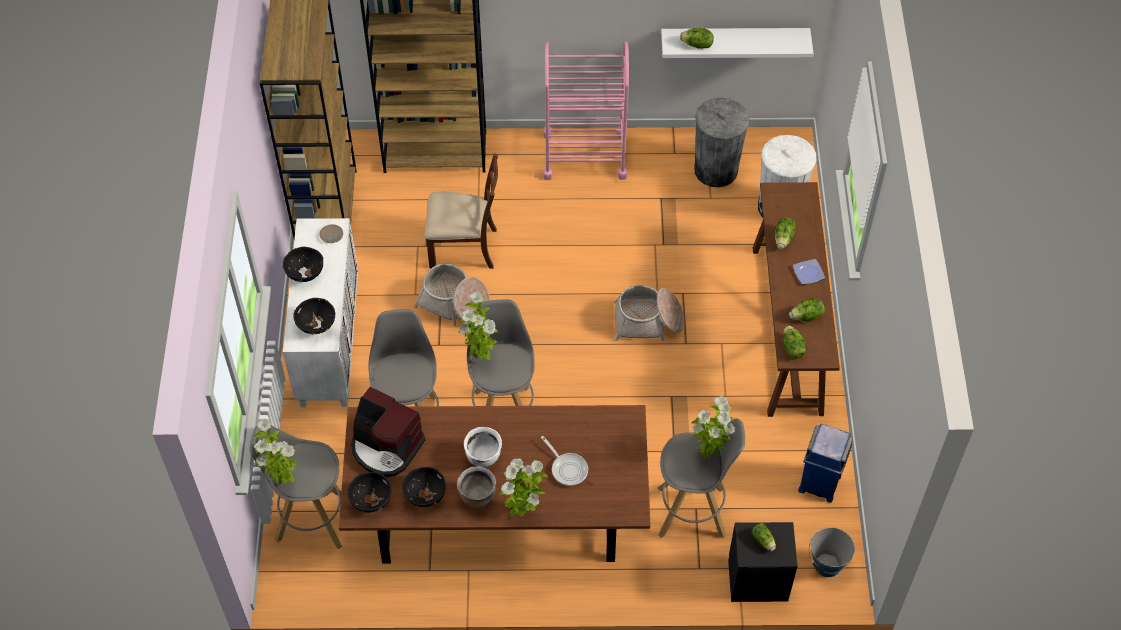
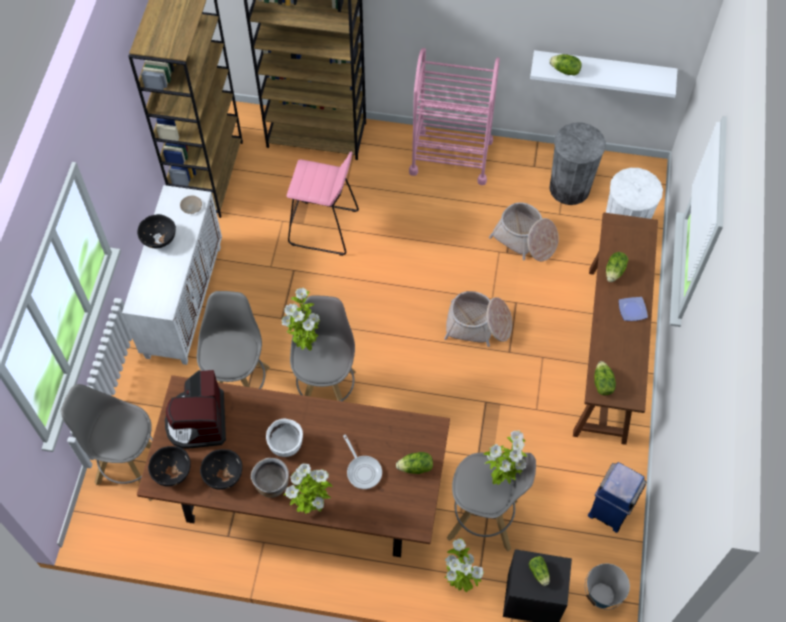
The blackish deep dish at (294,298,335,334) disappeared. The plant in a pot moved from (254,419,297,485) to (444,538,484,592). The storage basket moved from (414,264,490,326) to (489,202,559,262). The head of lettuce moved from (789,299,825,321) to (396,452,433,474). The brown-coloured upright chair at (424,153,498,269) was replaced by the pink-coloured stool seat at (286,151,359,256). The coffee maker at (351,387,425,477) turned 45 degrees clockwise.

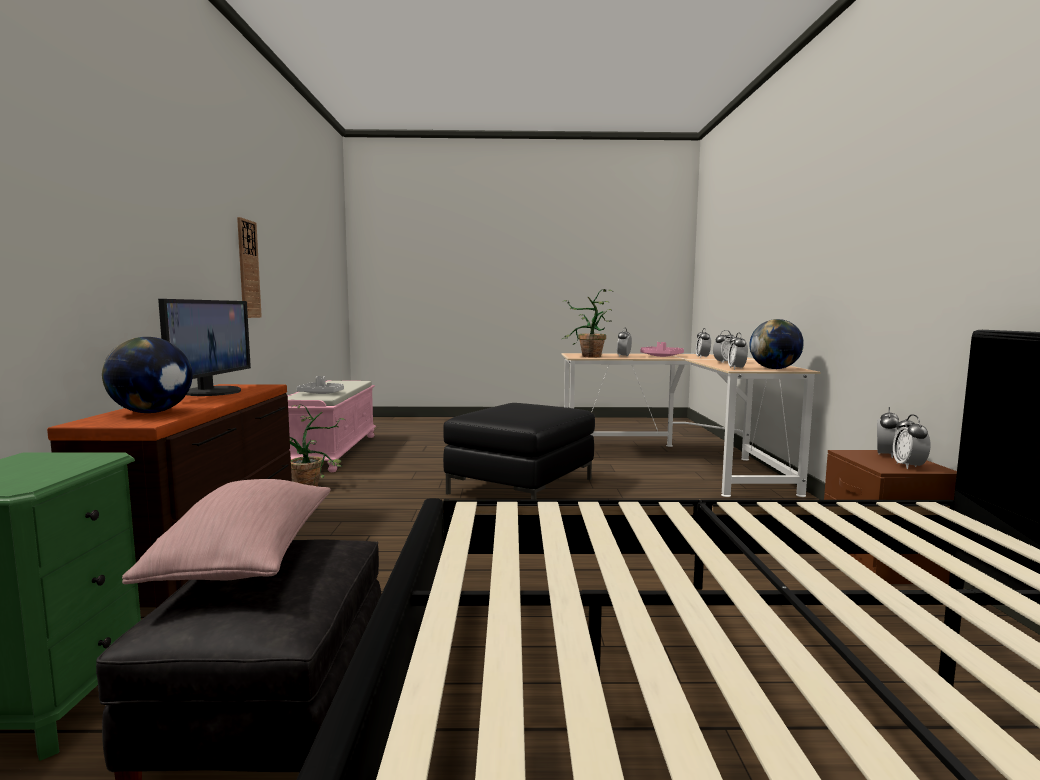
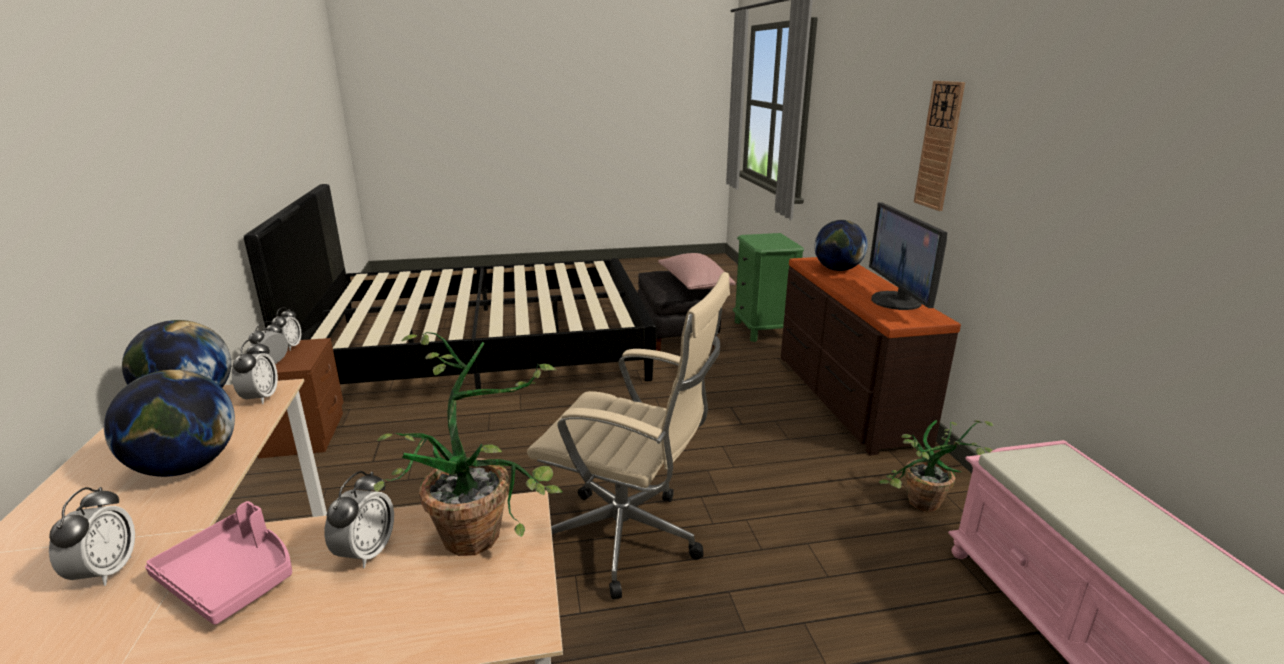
The gray carrying tray at (297,376,344,394) disappeared. The hanging clock moved from (237,217,262,318) to (914,81,965,211). The blackish pouffe at (443,403,595,499) was replaced by the sand-coloured computer chair at (527,272,730,600). The alarm clock at (713,330,735,363) was replaced by the desk globe at (104,370,235,477).

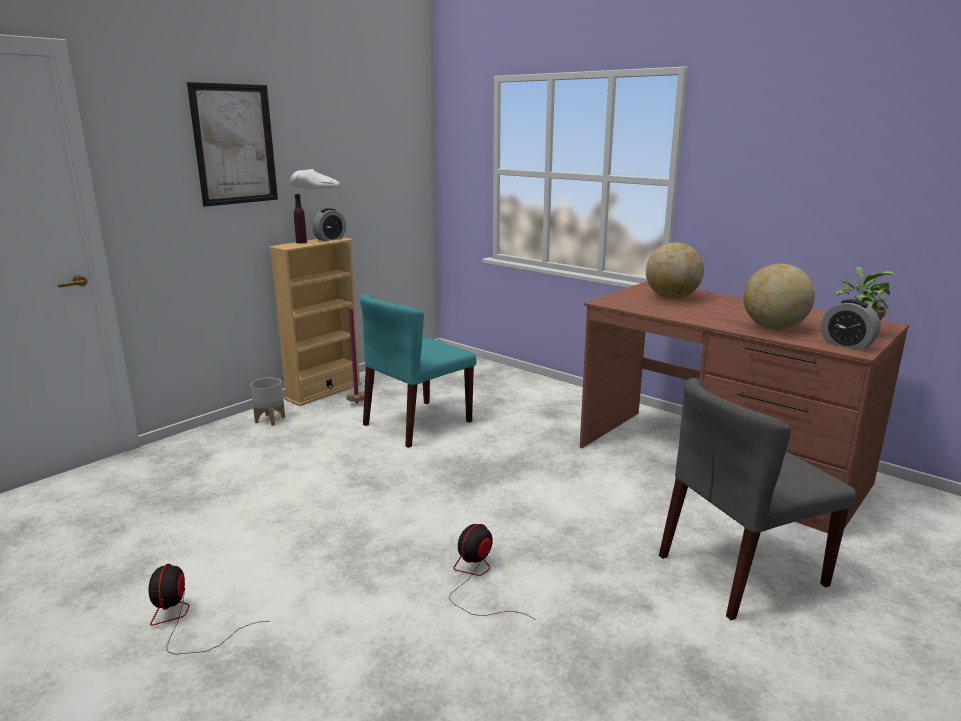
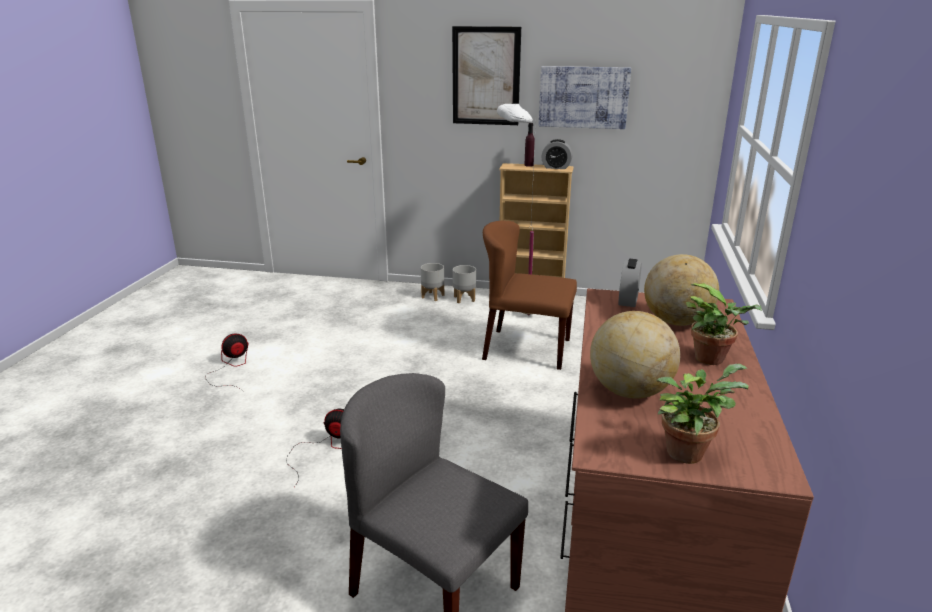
The gray plant pot at (421,263,444,301) appeared. The wall picture at (539,66,631,129) appeared. The plant in a pot at (686,283,762,365) appeared. The alarm clock moved from (821,299,881,351) to (618,259,642,307). The turquoise upright chair at (360,294,477,448) became the brown-coloured upright chair at (482,220,577,370).

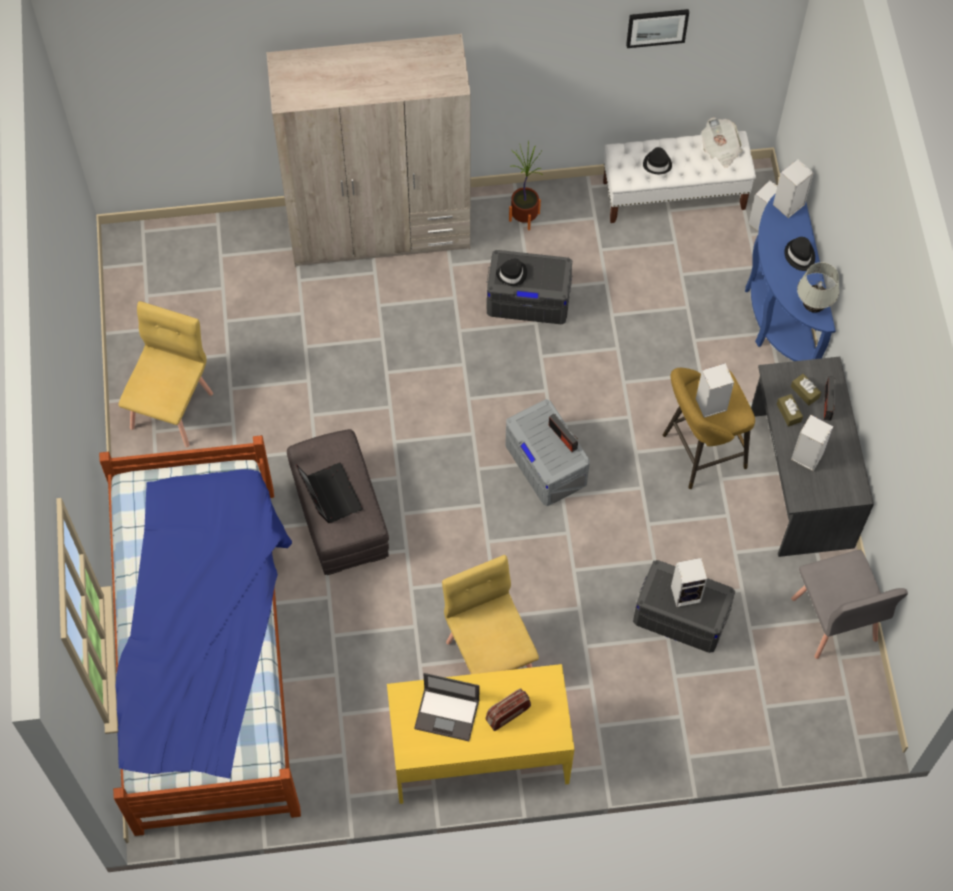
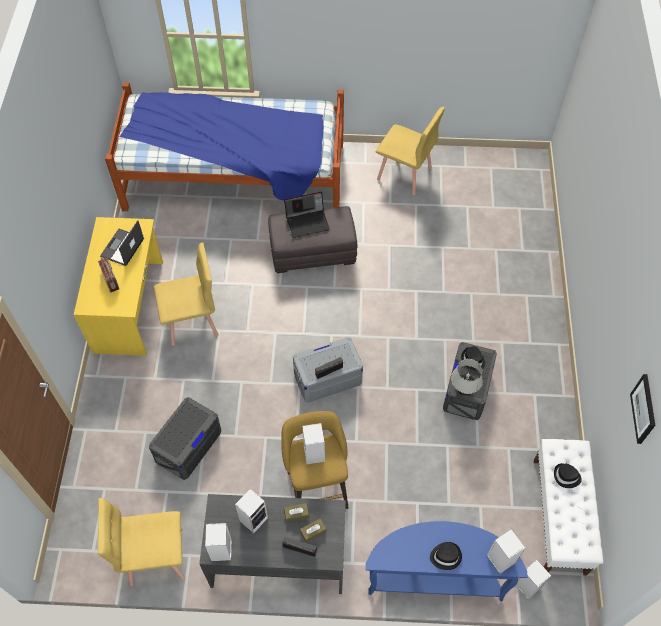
The sand-coloured clothes cupboard at (266,34,471,267) disappeared. The plant in a pot at (509,140,543,230) disappeared. The newspaper at (701,117,743,168) disappeared. The speaker moved from (671,558,707,607) to (205,523,232,561). The white table lamp moved from (797,262,839,313) to (451,359,483,395). The gray upright chair at (791,550,908,659) became the yellow-coloured upright chair at (98,498,185,586).

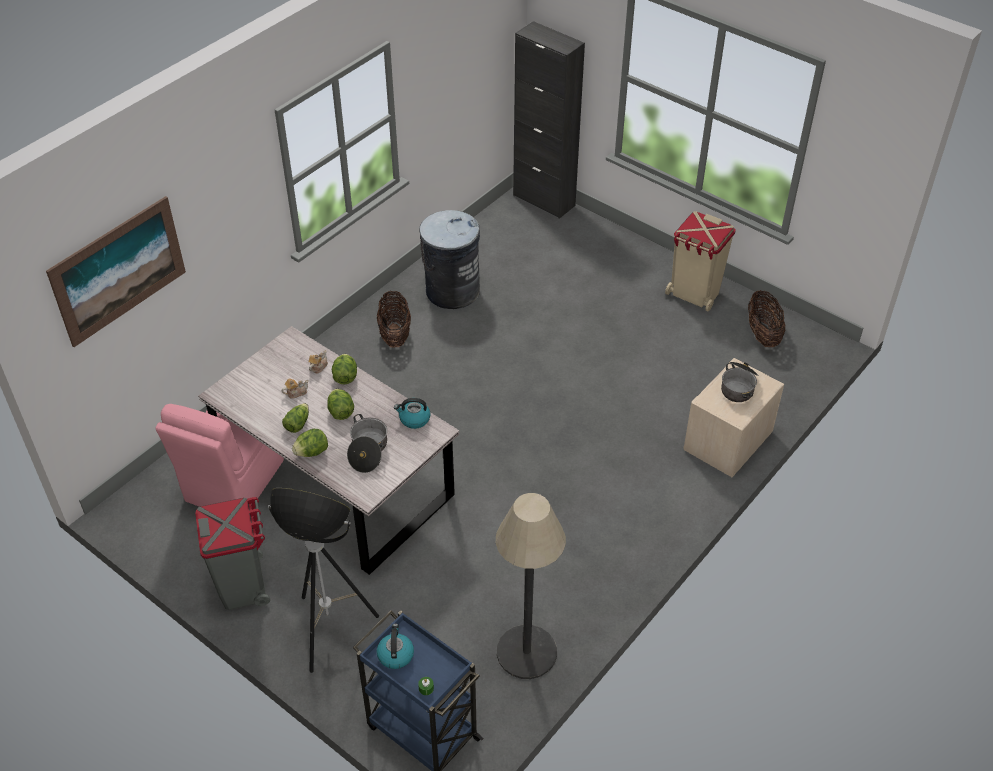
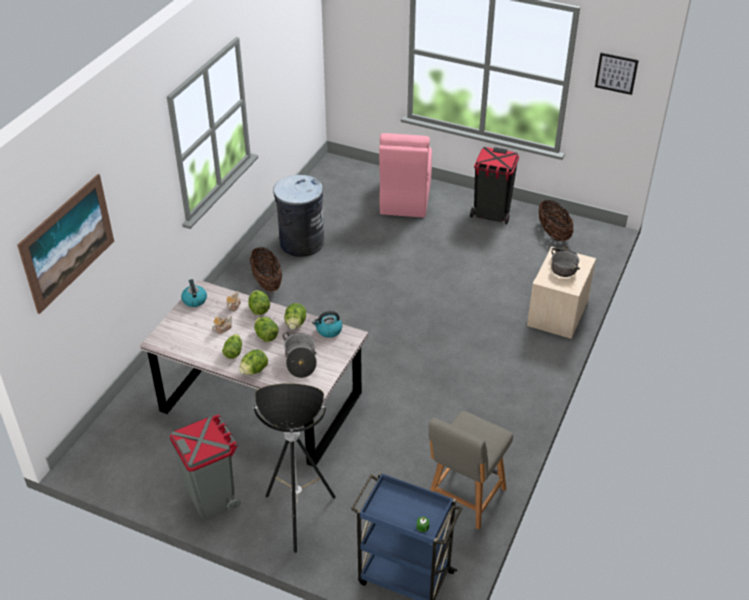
The blackish cupboard at (513,21,585,219) disappeared. The head of lettuce at (284,303,306,329) appeared. The wall picture at (595,53,639,95) appeared. The pink-coloured upright chair moved from (155,404,284,507) to (379,133,432,218). The kettle moved from (377,624,414,669) to (181,279,207,307). The standard lamp at (496,493,566,679) was replaced by the gray upright chair at (429,411,513,530). The sand-coloured trash can at (665,211,735,311) became the blackish trash can at (470,147,519,224).

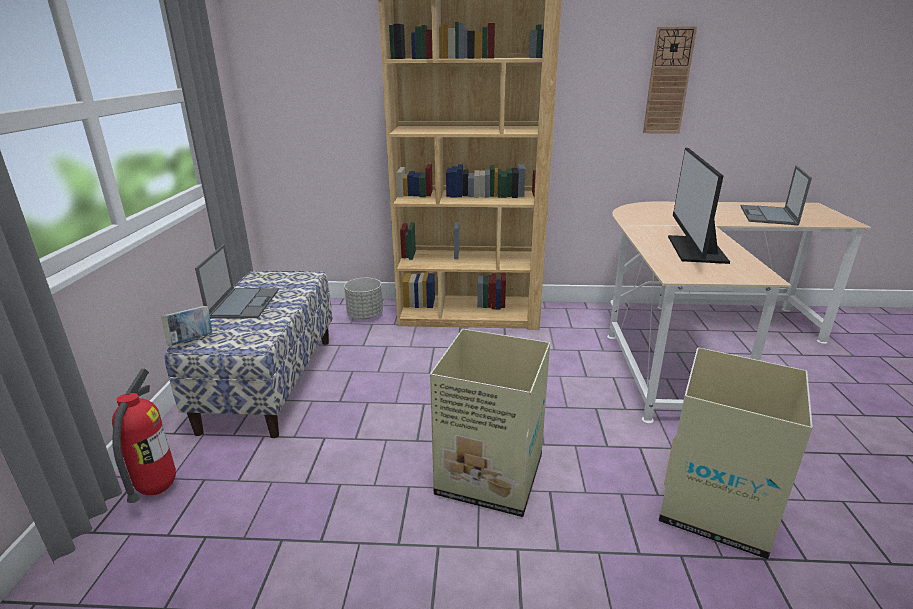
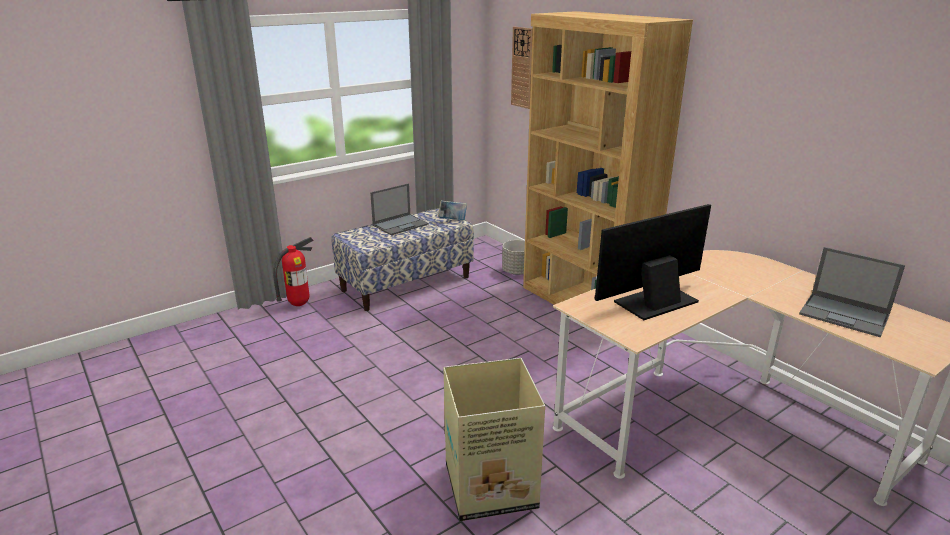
The carton at (430,329,550,517) disappeared. The bound book moved from (161,306,212,345) to (438,200,467,220). The hanging clock moved from (643,26,697,133) to (511,27,533,109). The laptop at (740,166,812,225) turned 120 degrees counterclockwise.

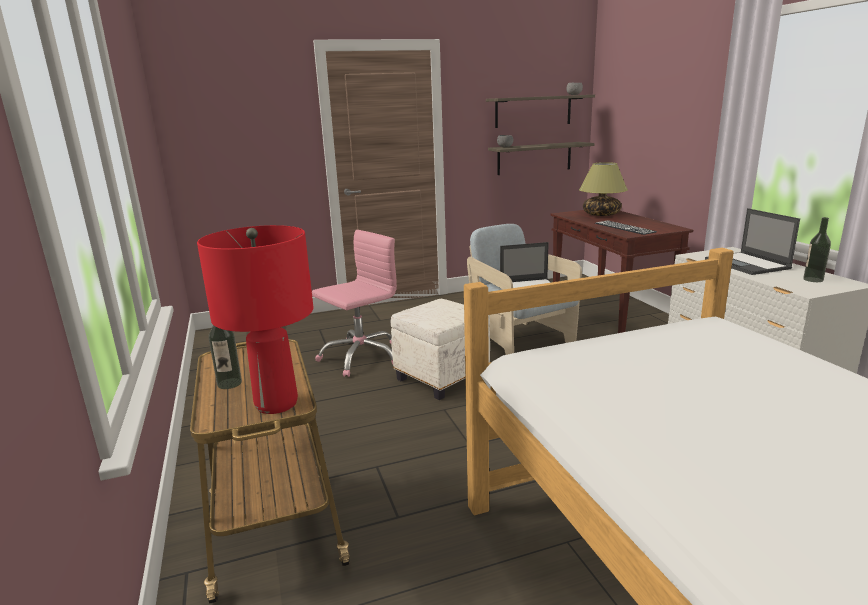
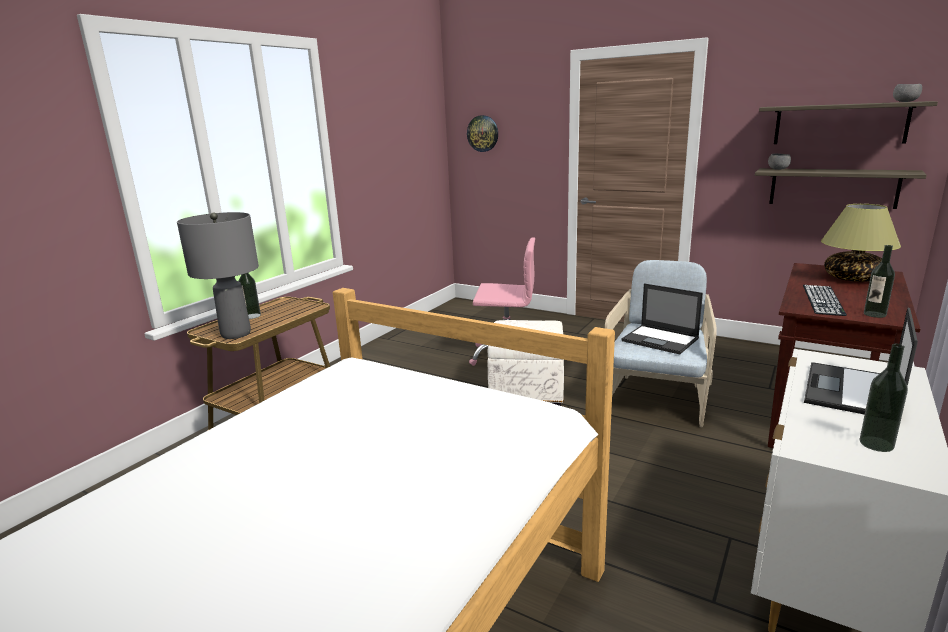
The hanging clock at (467,115,498,152) appeared. The bottle at (864,245,895,318) appeared. The red table lamp at (197,225,314,414) became the gray table lamp at (177,212,259,339).

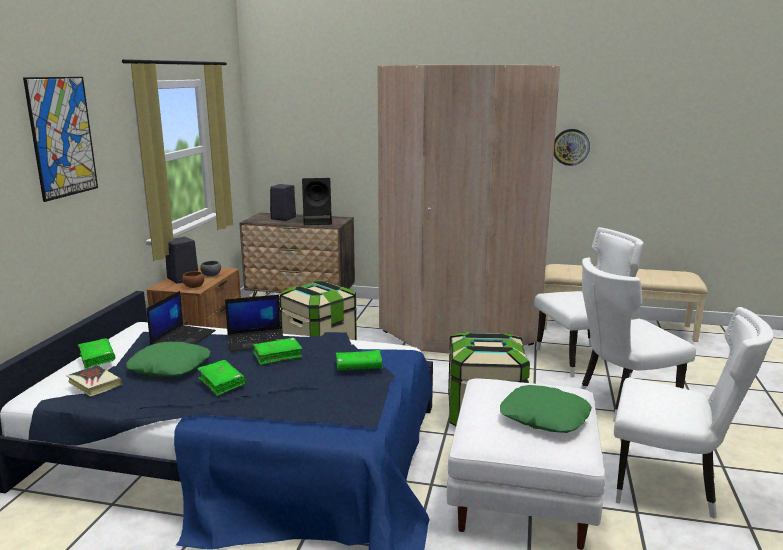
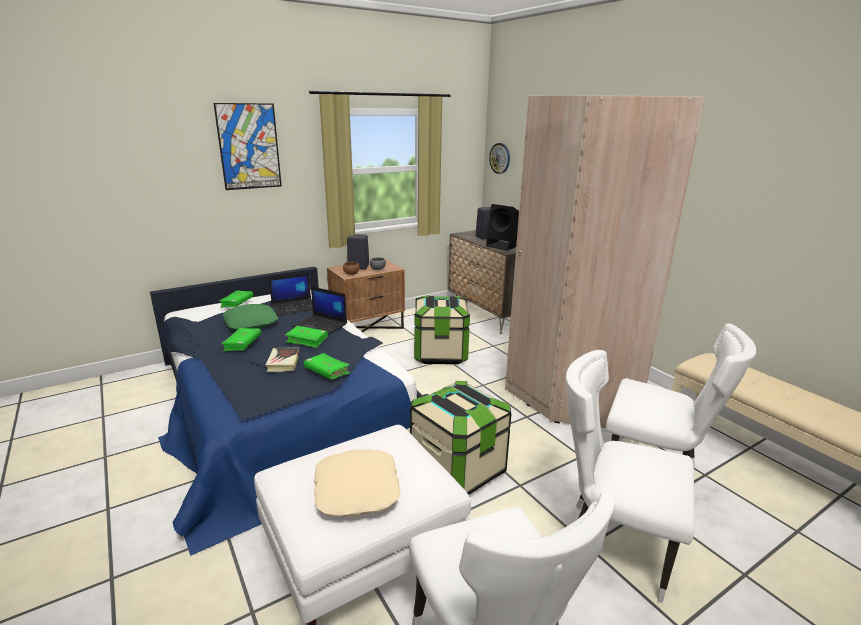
The bound book moved from (66,365,122,397) to (266,347,300,372). The hanging clock moved from (554,129,590,166) to (489,143,510,174). The green cushion at (500,385,592,433) became the sand-coloured cushion at (314,449,401,516).

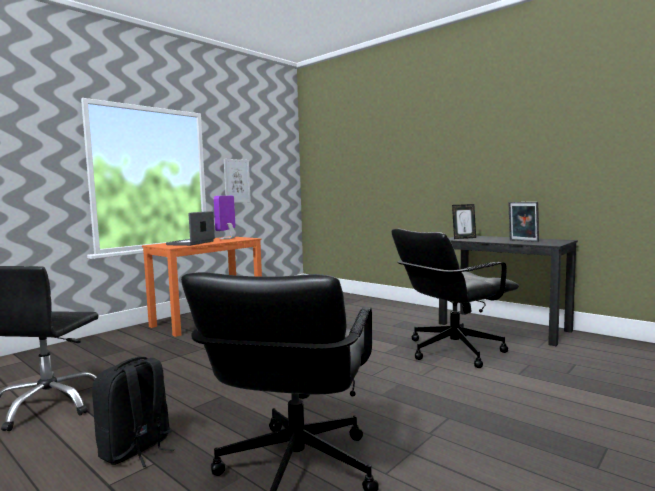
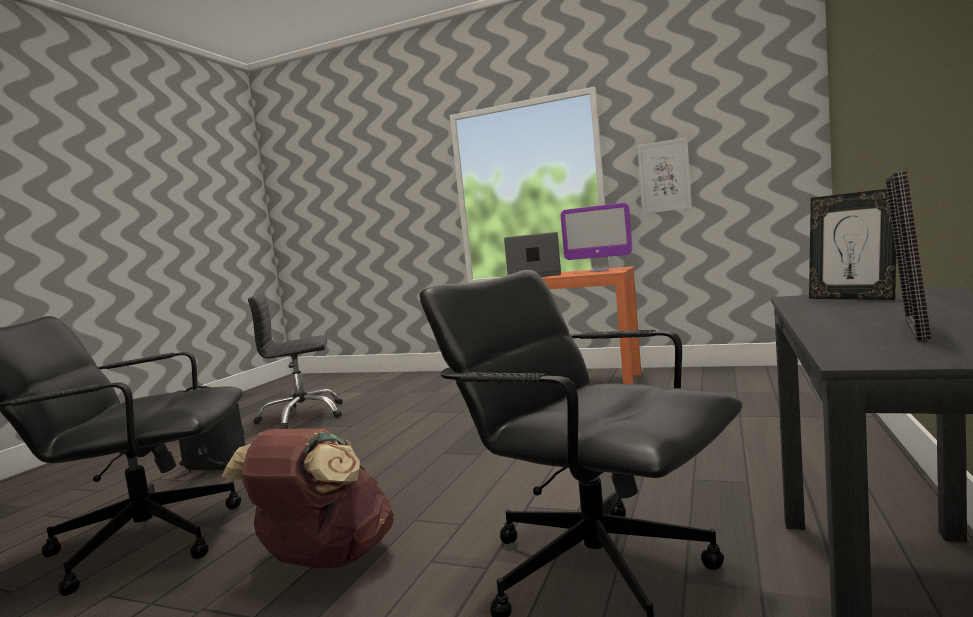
The brown-coloured backpack at (221,429,394,568) appeared. The monitor at (214,196,236,239) turned 150 degrees counterclockwise.

